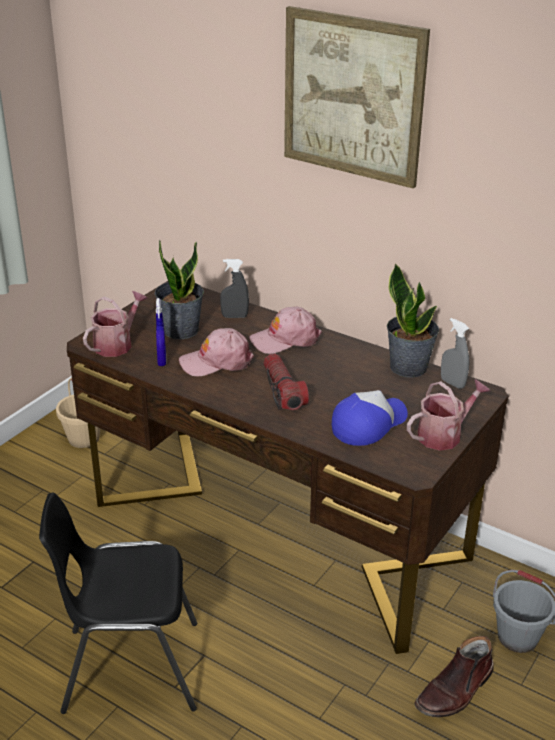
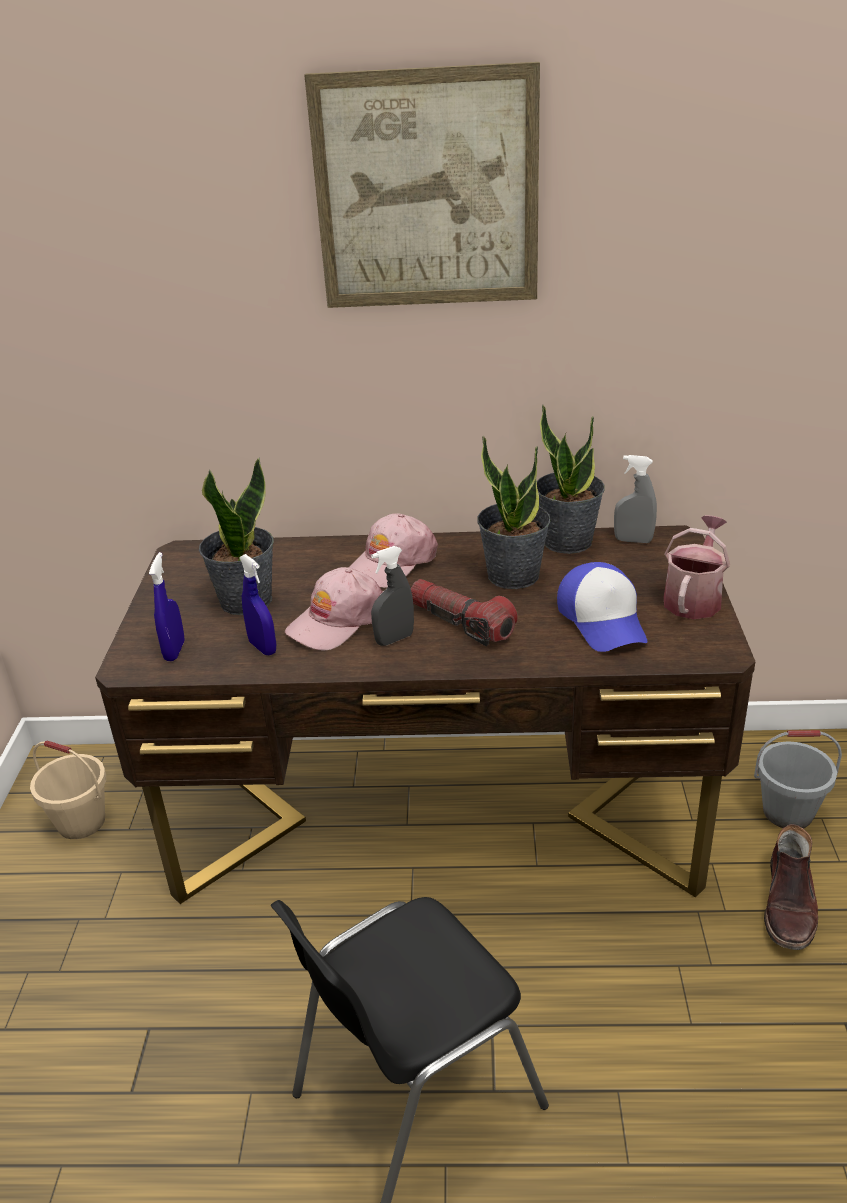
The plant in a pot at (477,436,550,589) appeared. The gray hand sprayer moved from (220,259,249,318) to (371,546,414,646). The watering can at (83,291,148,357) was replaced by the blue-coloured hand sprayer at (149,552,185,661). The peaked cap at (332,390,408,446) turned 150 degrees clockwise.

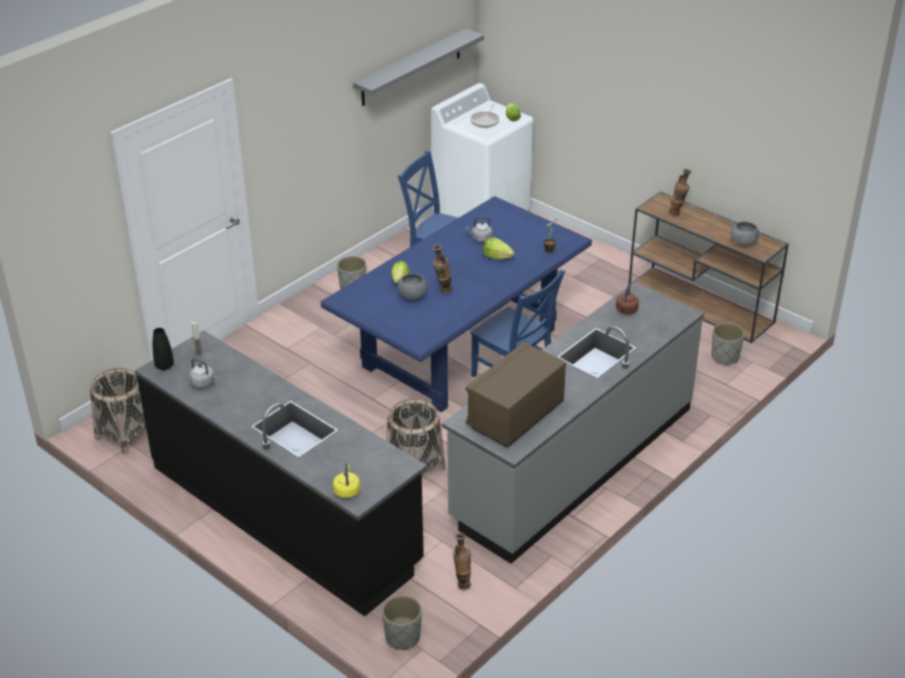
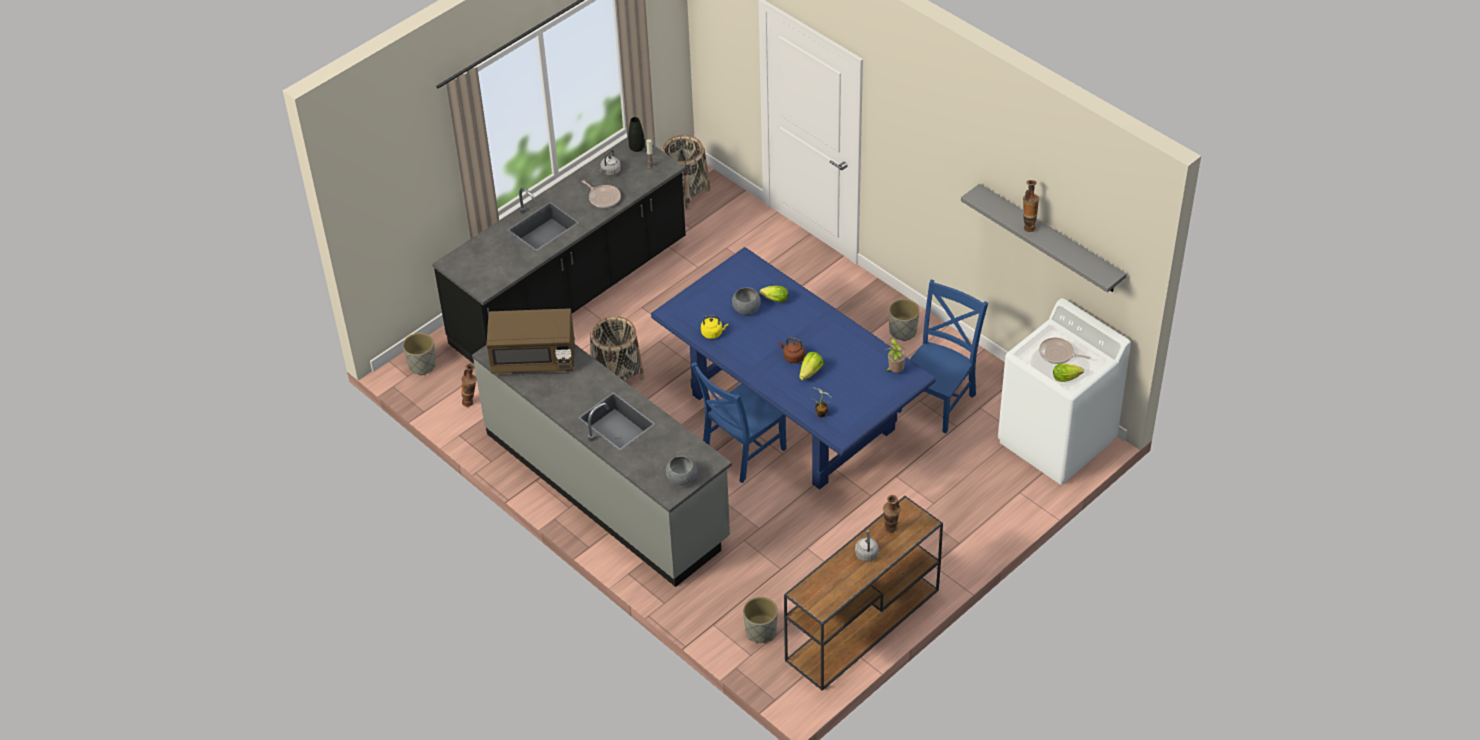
The frying pan at (581,180,621,208) appeared. The plant in a pot at (885,338,906,372) appeared. The yellow-coloured kettle moved from (333,463,360,498) to (701,315,728,339). The decorative vase moved from (432,245,452,294) to (1023,180,1039,232). The gray kettle moved from (466,216,493,242) to (855,530,879,562). The brown-coloured kettle moved from (616,284,639,314) to (779,337,805,363). The gray deep dish moved from (731,221,759,246) to (666,456,697,486). The brown-coloured microwave oven at (466,342,566,448) turned 135 degrees clockwise.

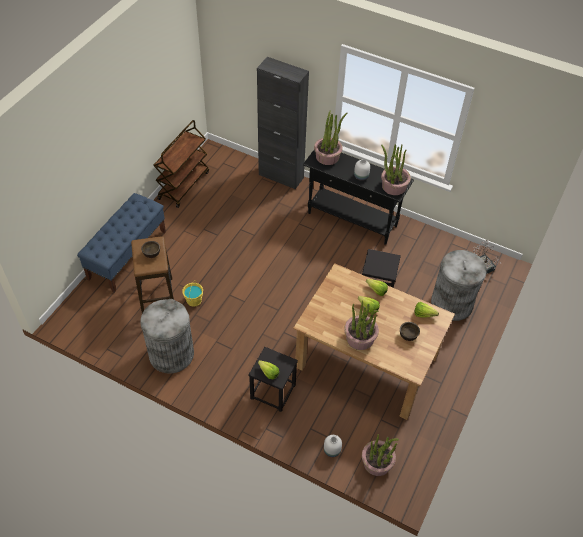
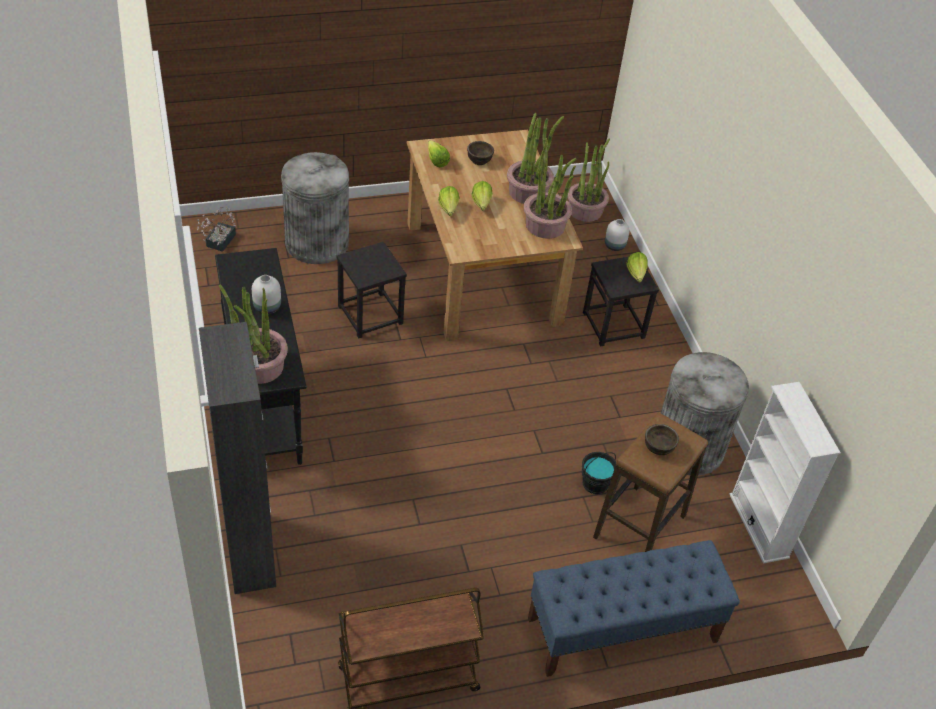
The white shelving unit at (729,382,841,563) appeared. The plant in a pot moved from (381,144,411,195) to (524,155,577,239). The yellow-coloured water bucket at (183,280,203,307) became the blackish water bucket at (582,452,616,494).

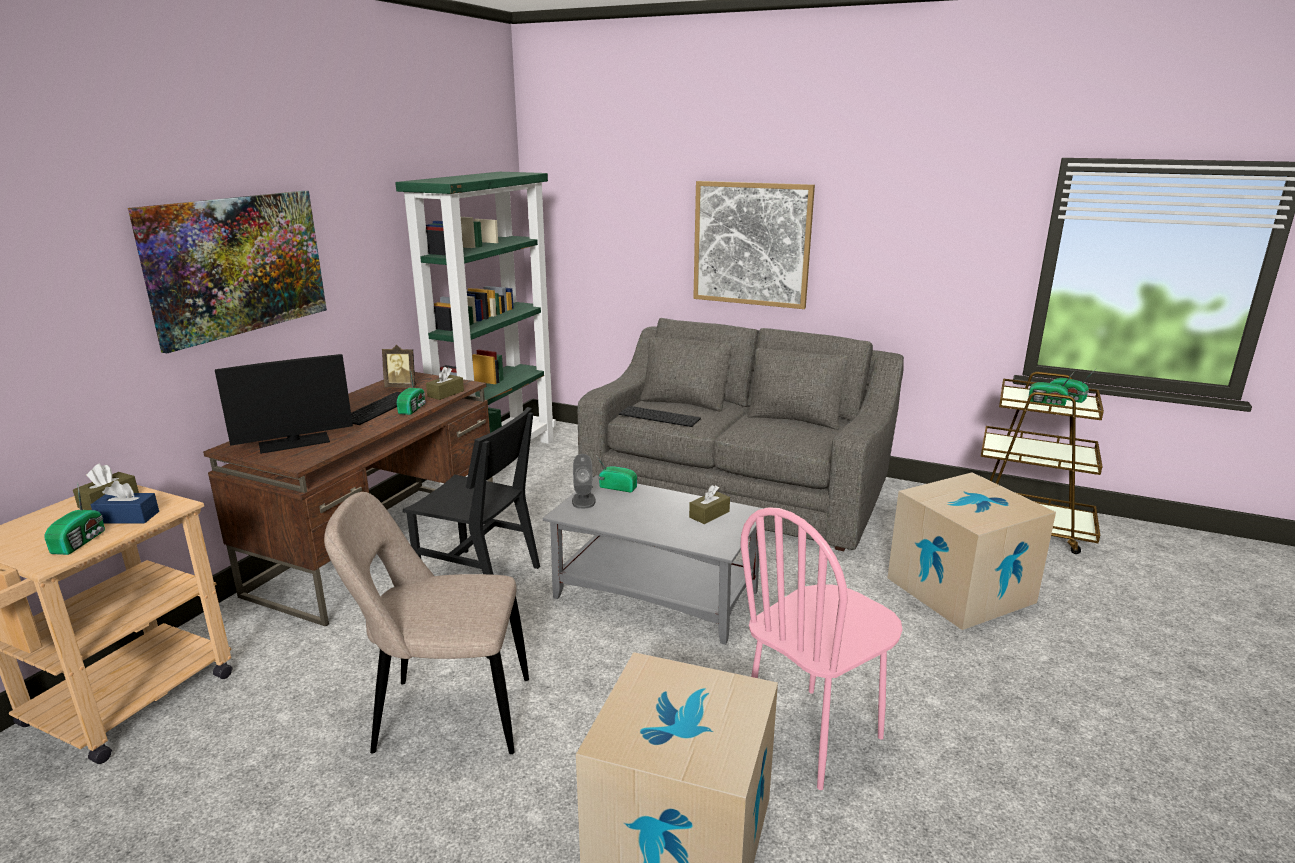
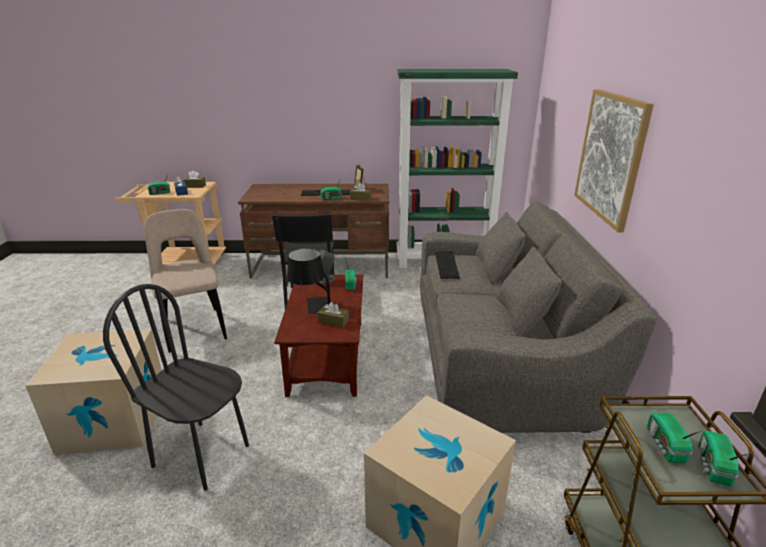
The wall picture at (128,191,327,353) disappeared. The monitor at (215,354,353,454) disappeared. The blackish table lamp at (287,248,330,314) appeared. The gray lounge table at (543,475,764,645) became the brown-coloured lounge table at (274,275,363,397). The pink-coloured upright chair at (740,507,903,790) became the blackish upright chair at (103,284,249,491).

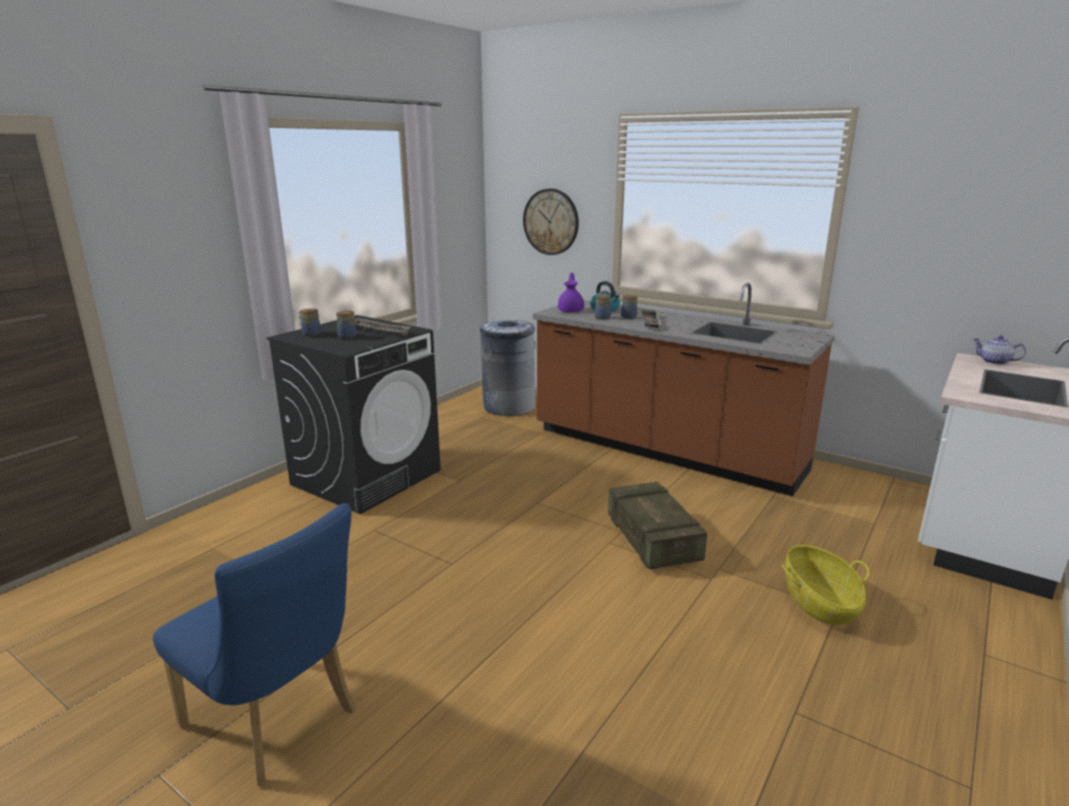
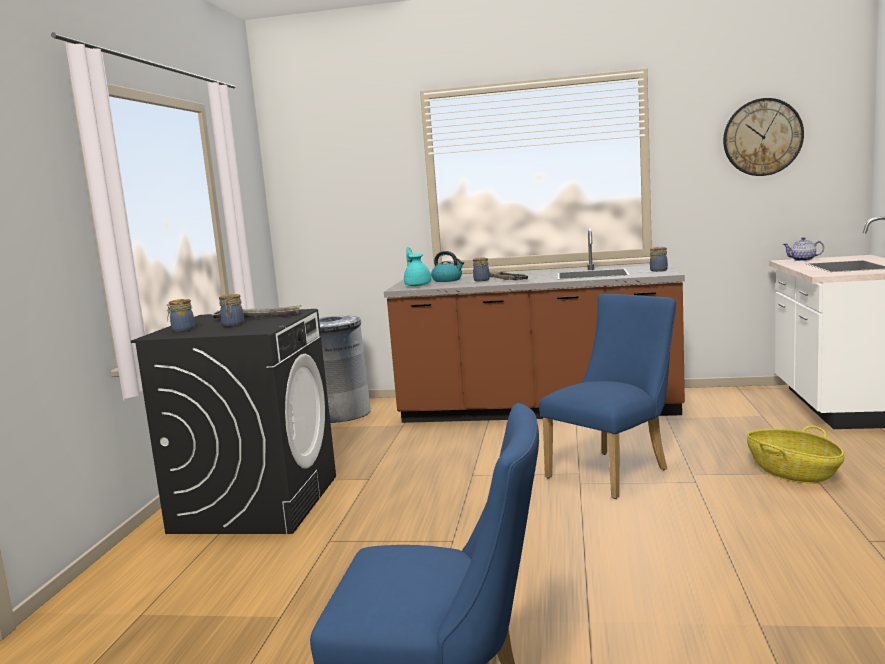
The hanging clock moved from (523,188,579,255) to (723,98,804,176). The preserve jar moved from (595,295,611,320) to (650,247,668,272). The shipping crate at (608,482,707,570) was replaced by the blue-coloured upright chair at (539,294,676,499). The purplish pot for tea at (558,272,584,313) became the turquoise pot for tea at (404,247,432,286).

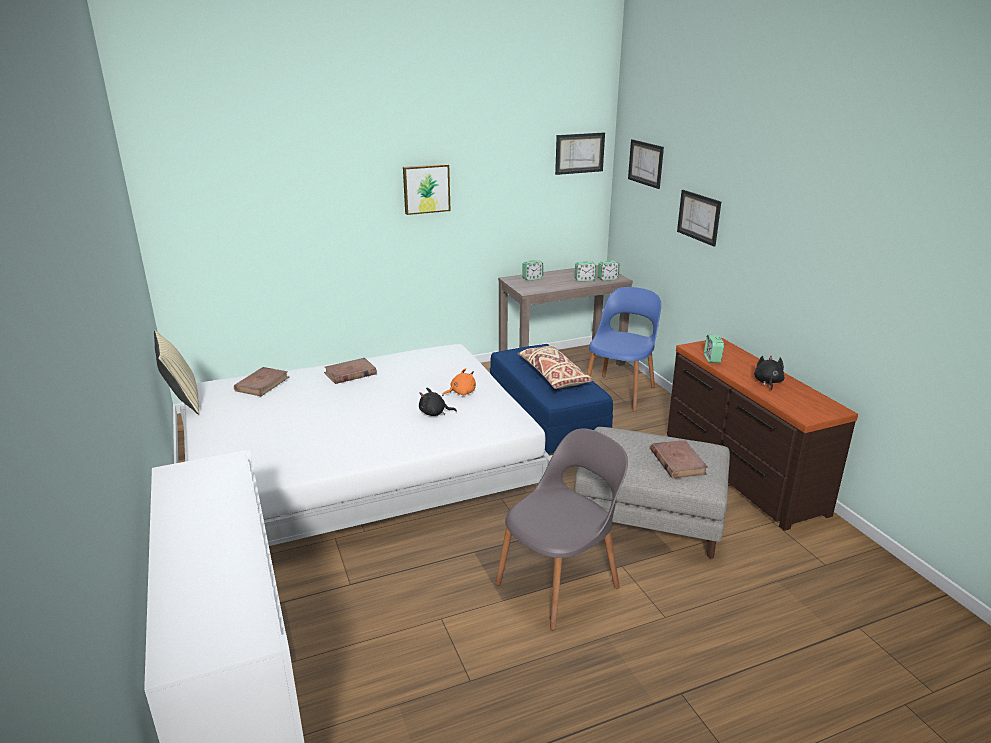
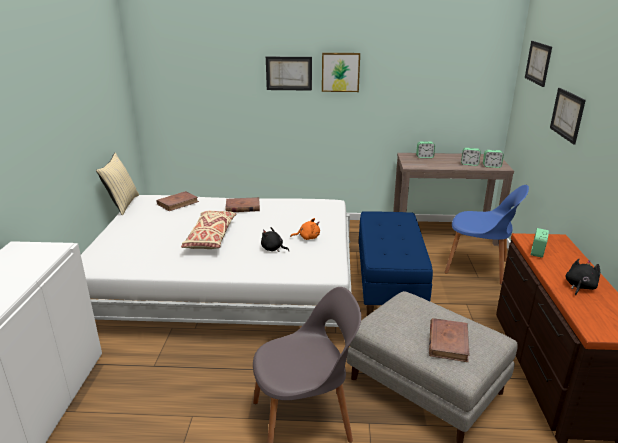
The sand-coloured cushion moved from (518,346,592,389) to (181,211,237,249). The wall picture moved from (555,133,605,175) to (266,57,312,91). The blue-coloured upright chair at (587,287,661,412) turned 60 degrees clockwise.

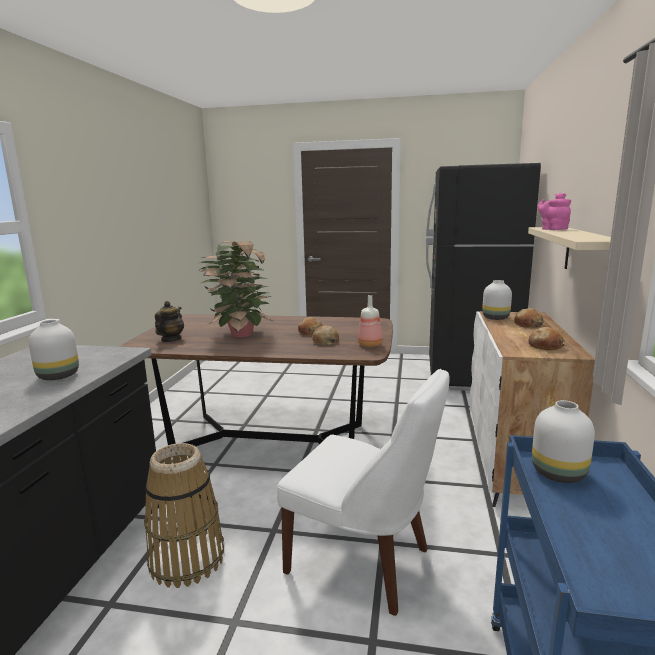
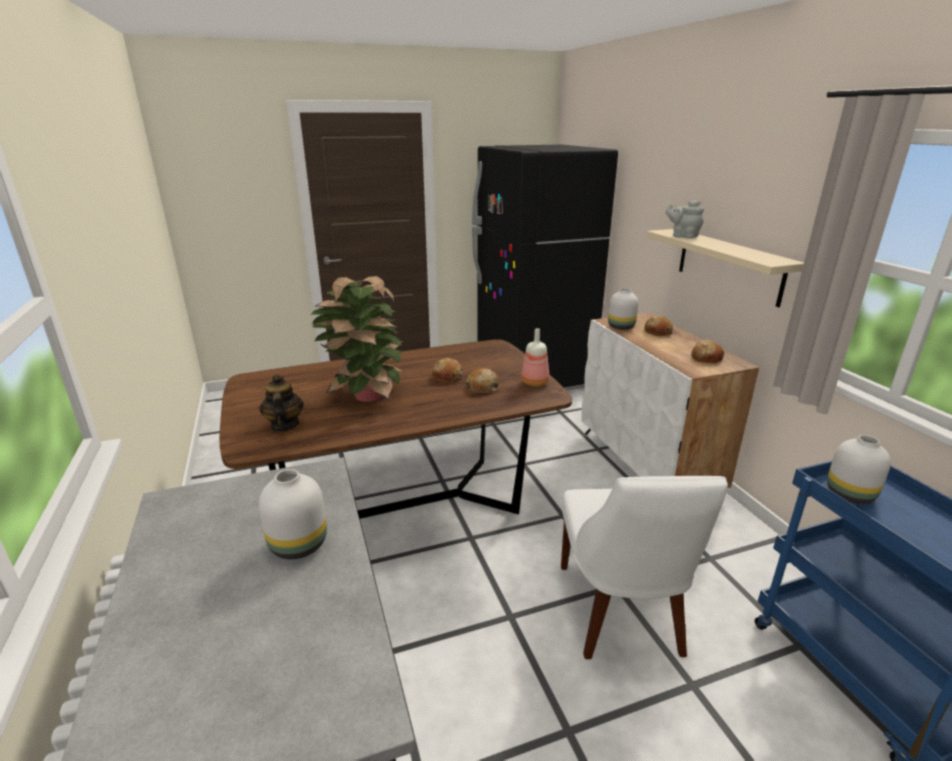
The storage basket at (144,443,224,588) disappeared. The pink-coloured pot for tea at (538,193,571,230) became the gray pot for tea at (666,200,704,239). The white upright chair at (277,369,450,616) turned 90 degrees clockwise.

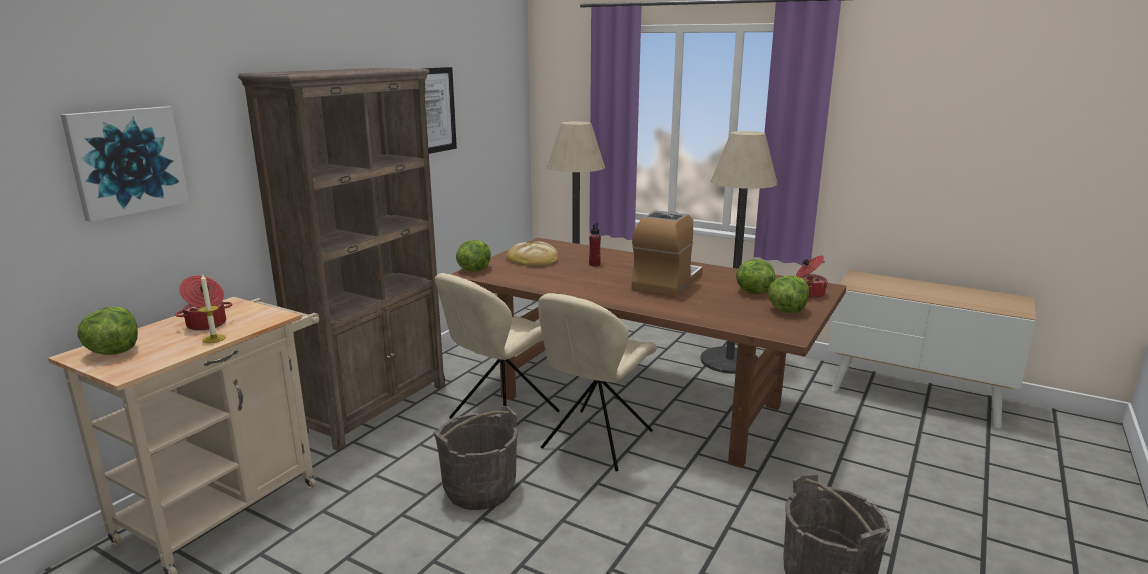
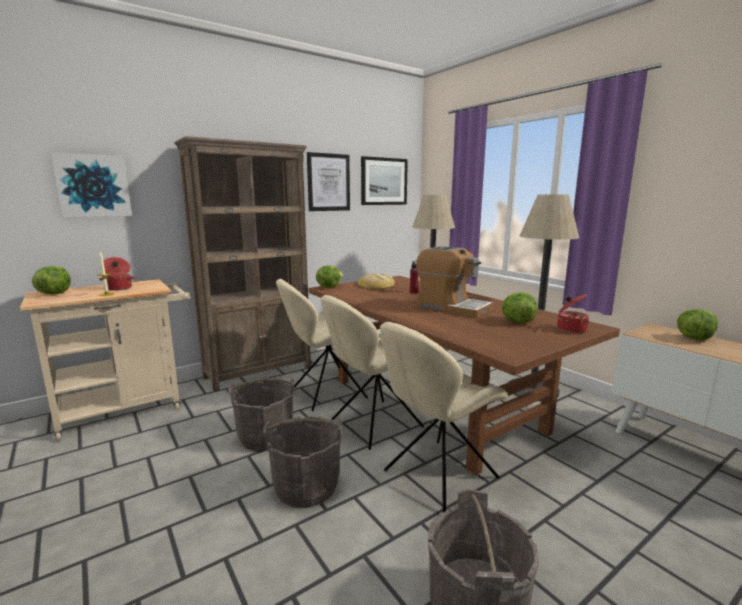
The gray water bucket at (263,416,342,508) appeared. The wall picture at (361,156,408,205) appeared. The sand-coloured upright chair at (380,322,508,512) appeared. The head of lettuce moved from (768,276,809,313) to (677,309,718,340). The coffee maker at (632,210,703,297) turned 75 degrees clockwise.

